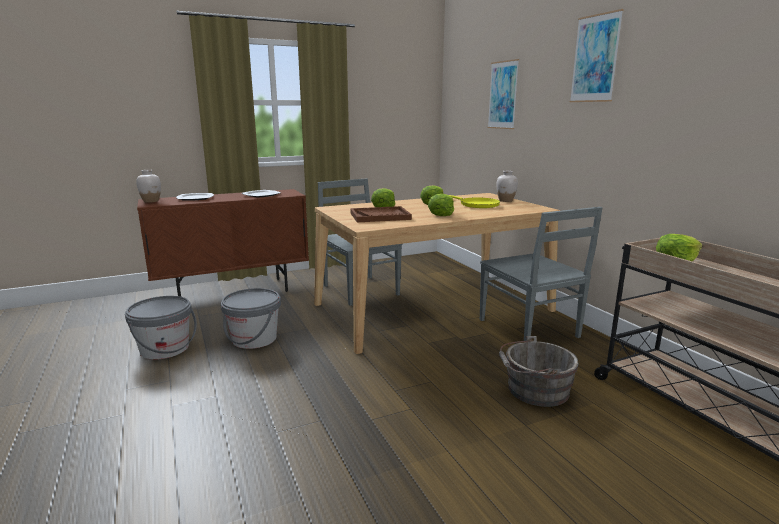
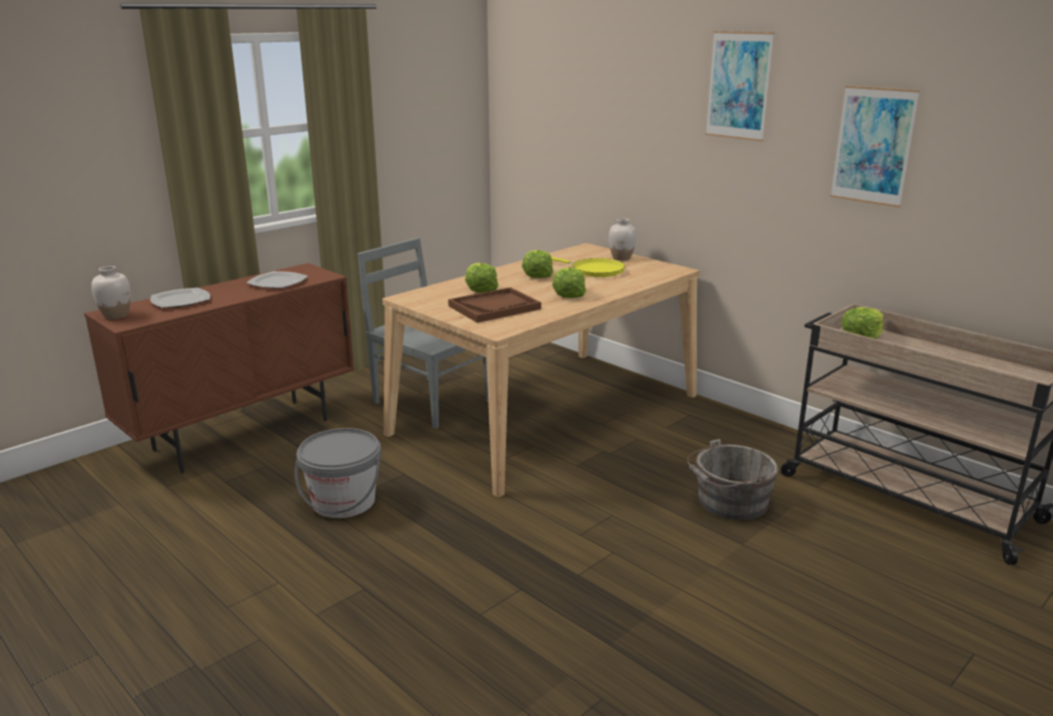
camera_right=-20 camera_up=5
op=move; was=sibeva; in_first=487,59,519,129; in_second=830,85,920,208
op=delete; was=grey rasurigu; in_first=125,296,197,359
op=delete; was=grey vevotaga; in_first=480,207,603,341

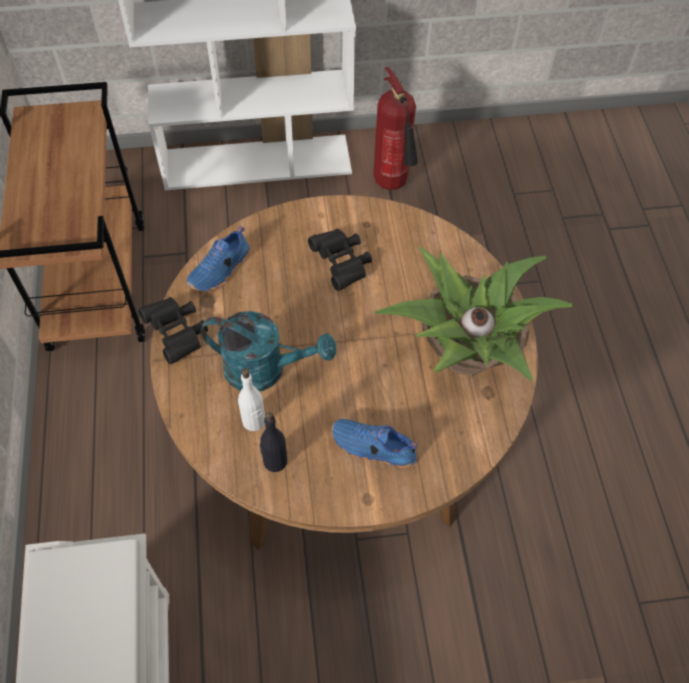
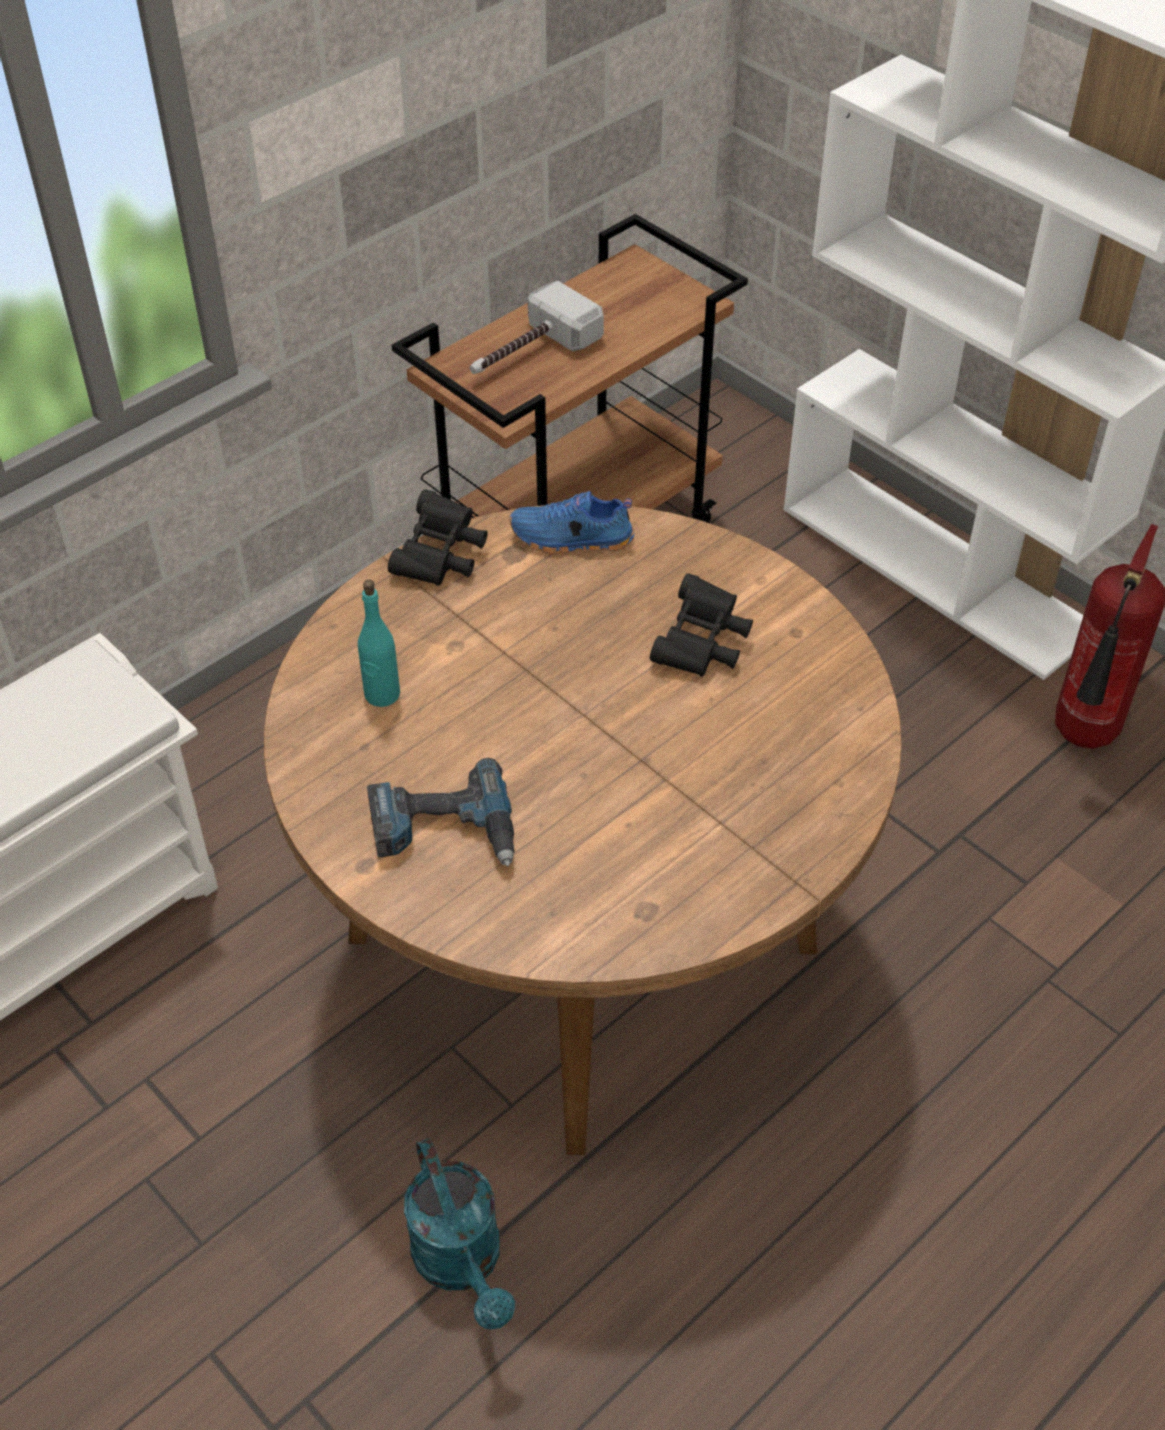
camera_right=55 camera_up=-10
op=recolor; was=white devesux; now=turquoise devesux; in_first=238,368,265,431; in_second=358,579,400,707
op=replace; was=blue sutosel; now=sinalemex; in_first=332,419,418,468; in_second=367,758,514,867
op=move; was=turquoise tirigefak; in_first=201,311,336,392; in_second=404,1138,515,1329
op=insert; now=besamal; in_second=470,281,604,374
op=delete; was=black devesux; in_first=260,412,287,472
op=delete; was=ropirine; in_first=375,247,573,381

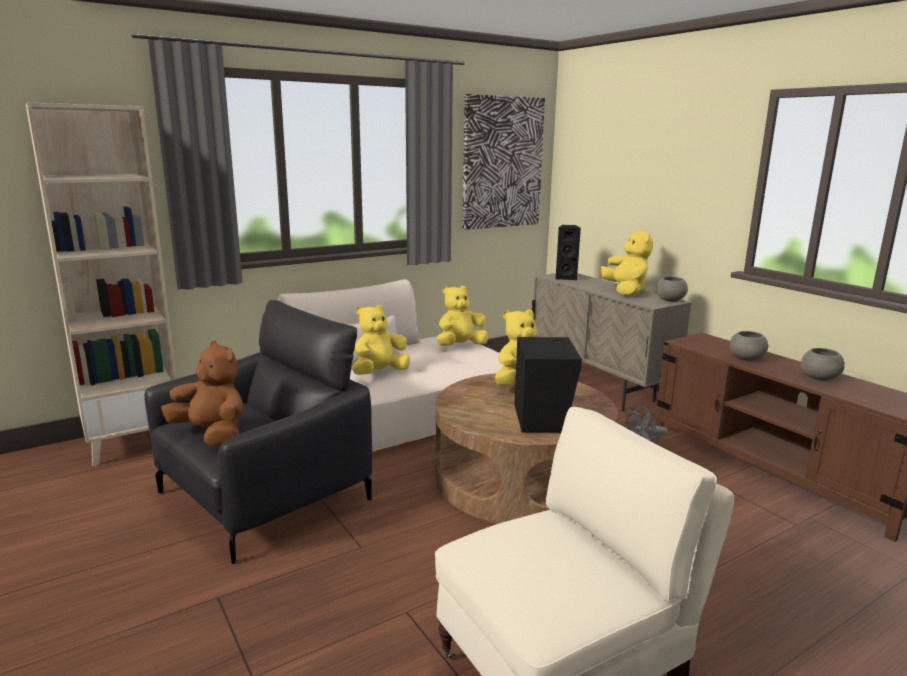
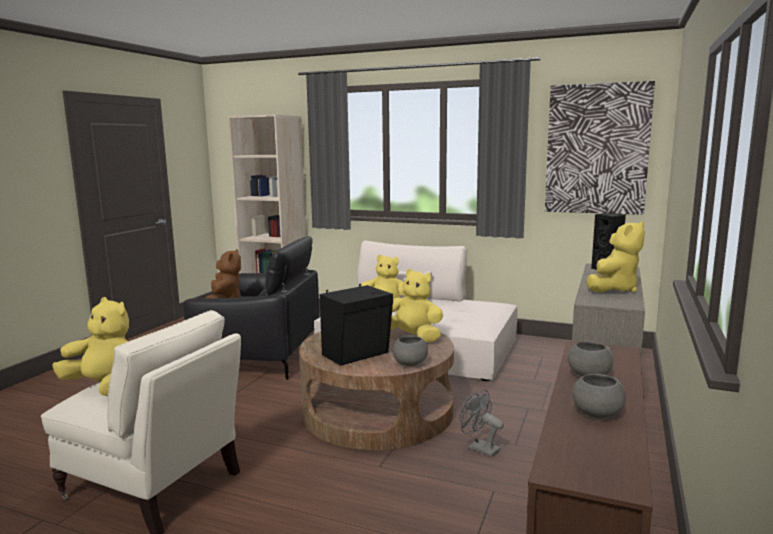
camera_right=55 camera_up=-5
op=move; was=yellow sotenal; in_first=437,286,488,346; in_second=52,297,129,396
op=move; was=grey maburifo; in_first=655,277,688,302; in_second=393,336,428,366

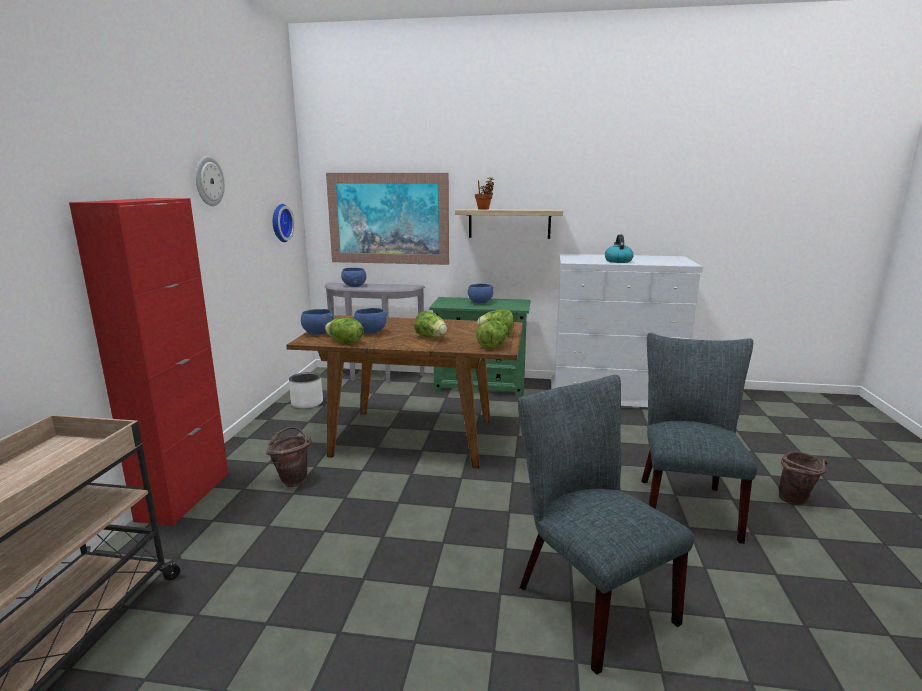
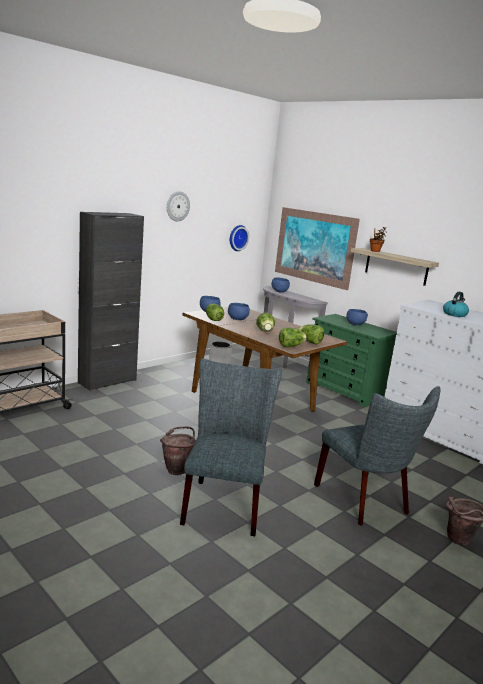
camera_right=35 camera_up=0
op=recolor; was=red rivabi; now=black rivabi; in_first=69,198,229,526; in_second=78,212,144,391
op=move; was=brown rasurigu; in_first=266,427,312,487; in_second=160,426,196,475
op=rotate; was=grey vevotaga; in_first=642,333,758,544; in_second=314,386,440,526; clockwise=105

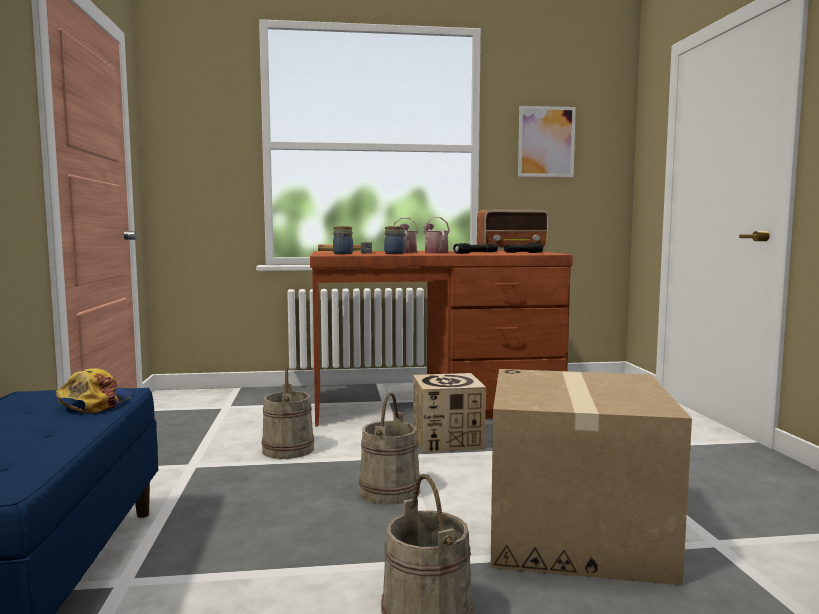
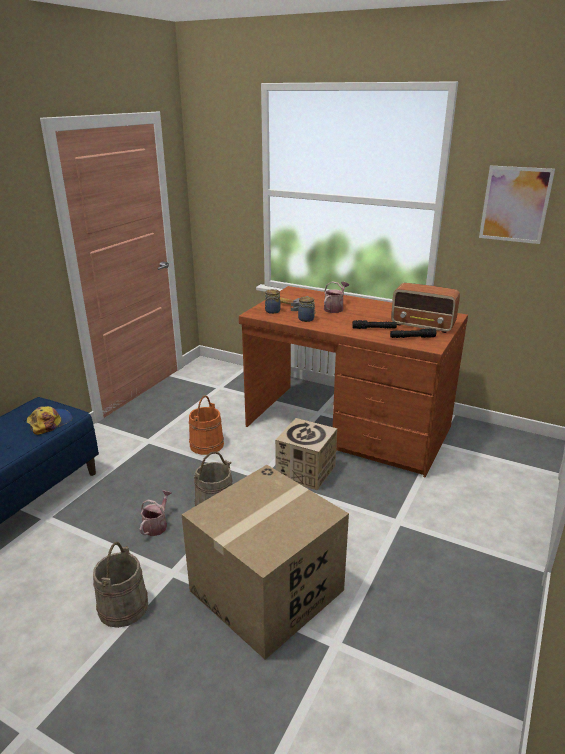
camera_right=35 camera_up=20
op=move; was=tirigefak; in_first=424,217,450,254; in_second=139,490,172,536
op=recolor; was=beige rasurigu; now=orange rasurigu; in_first=261,366,314,459; in_second=189,395,224,455

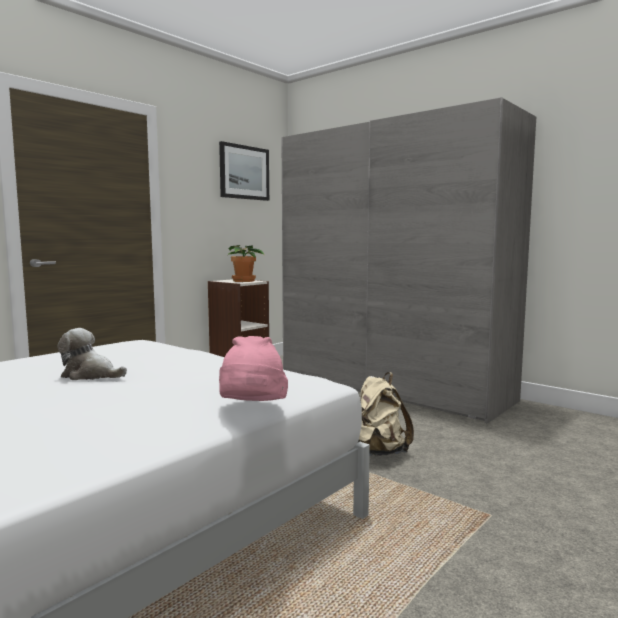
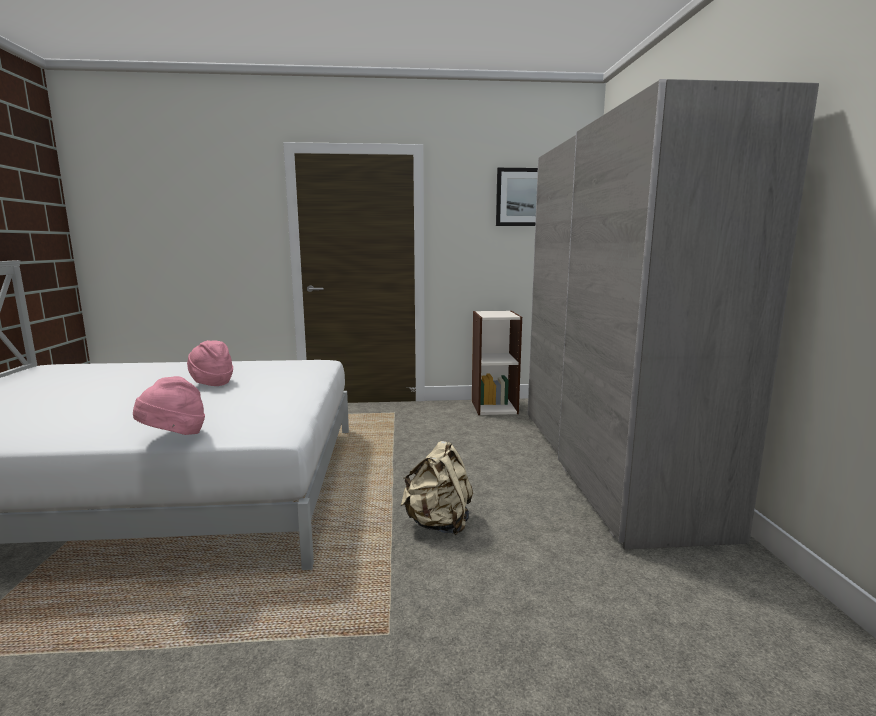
camera_right=45 camera_up=5
op=replace; was=sotenal; now=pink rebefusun; in_first=57,328,127,380; in_second=187,340,233,386
op=delete; was=ropirine; in_first=228,245,265,282

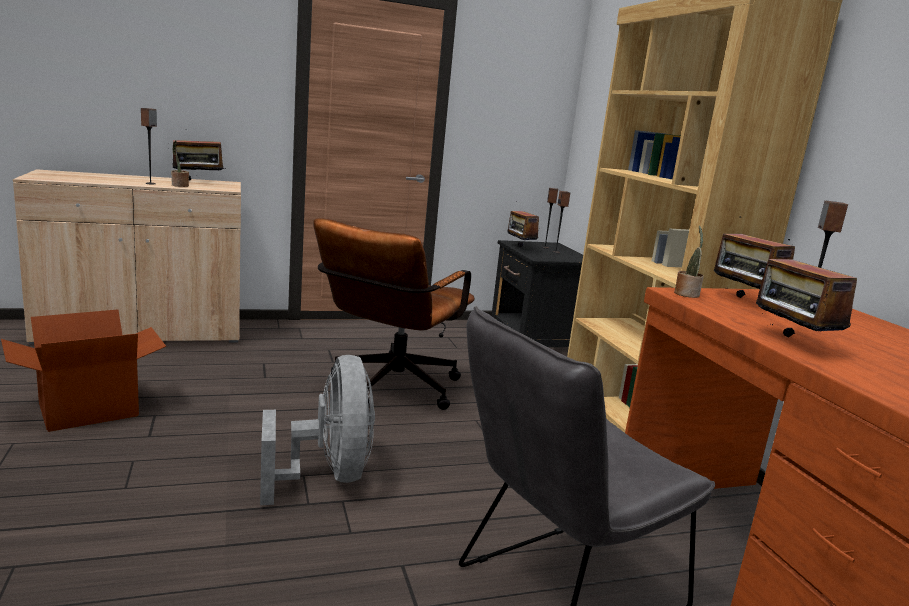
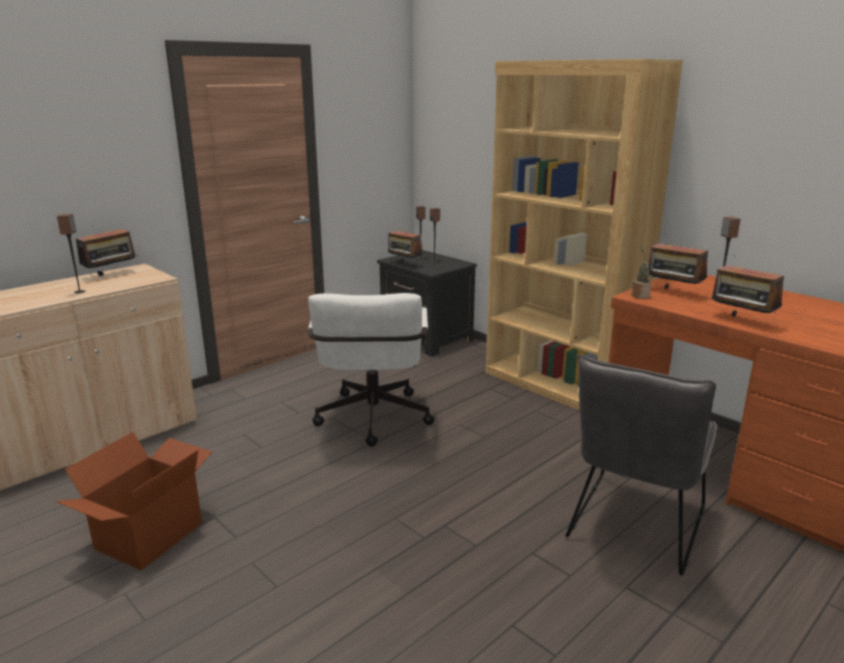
camera_right=-25 camera_up=5
op=recolor; was=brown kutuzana; now=white kutuzana; in_first=313,218,475,410; in_second=308,293,435,447
op=delete; was=ropirine; in_first=171,140,189,187
op=delete; was=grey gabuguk; in_first=260,355,375,505

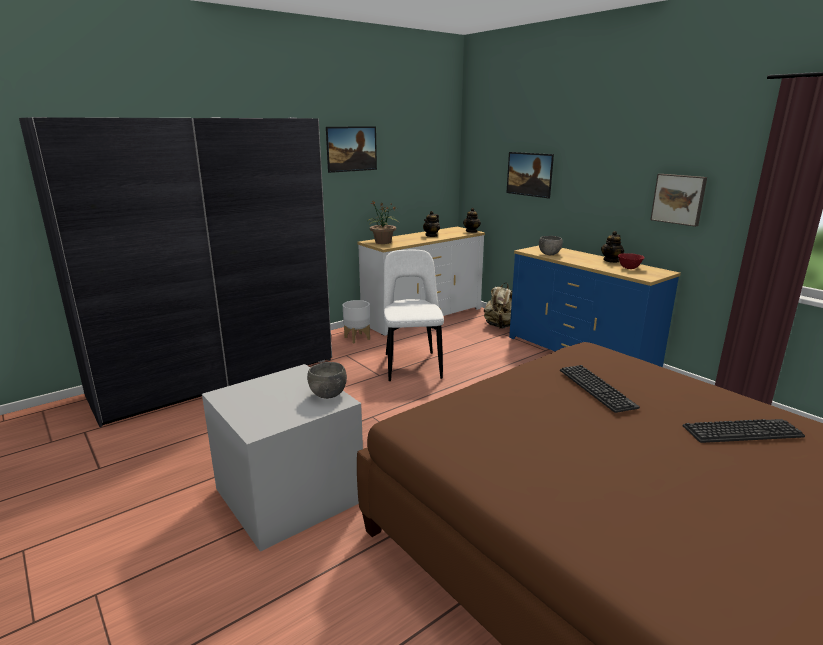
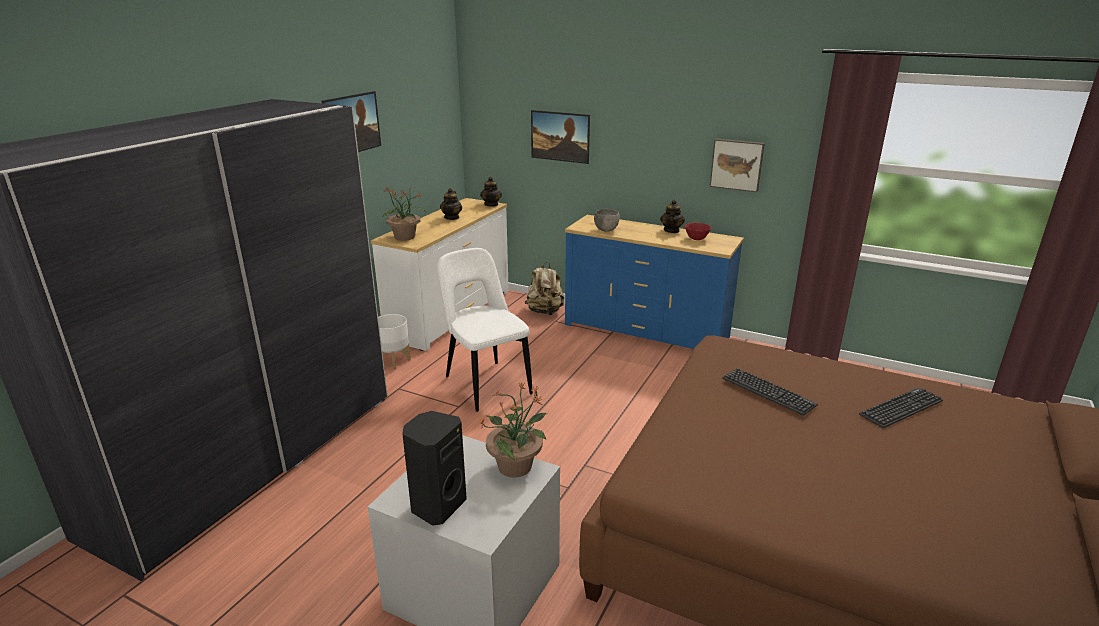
camera_right=-25 camera_up=5
op=insert; now=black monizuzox; in_second=402,411,467,526
op=replace; was=grey maburifo; now=ropirine; in_first=307,362,347,399; in_second=477,382,547,477

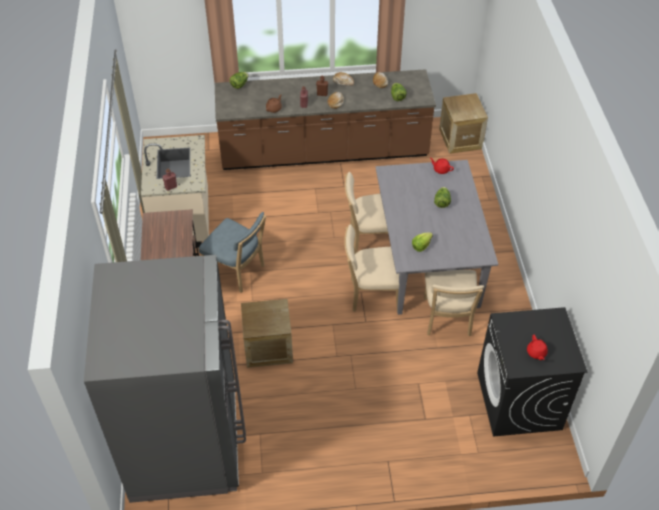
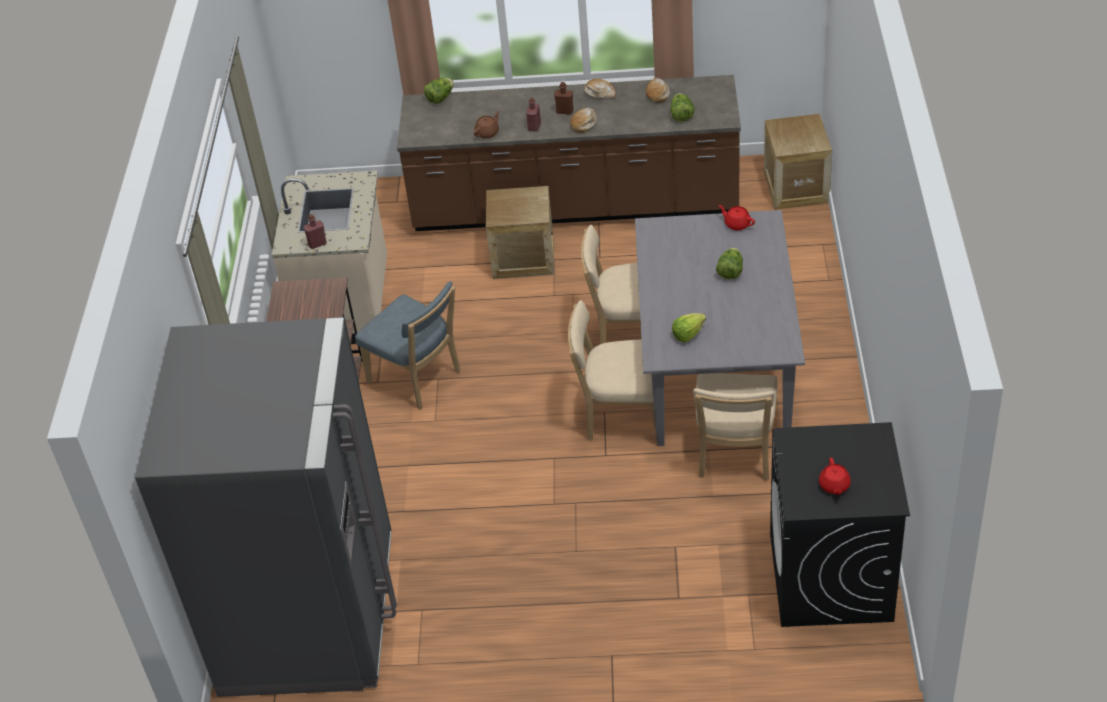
camera_right=10 camera_up=-5
op=move; was=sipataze; in_first=241,299,293,368; in_second=486,186,555,279

